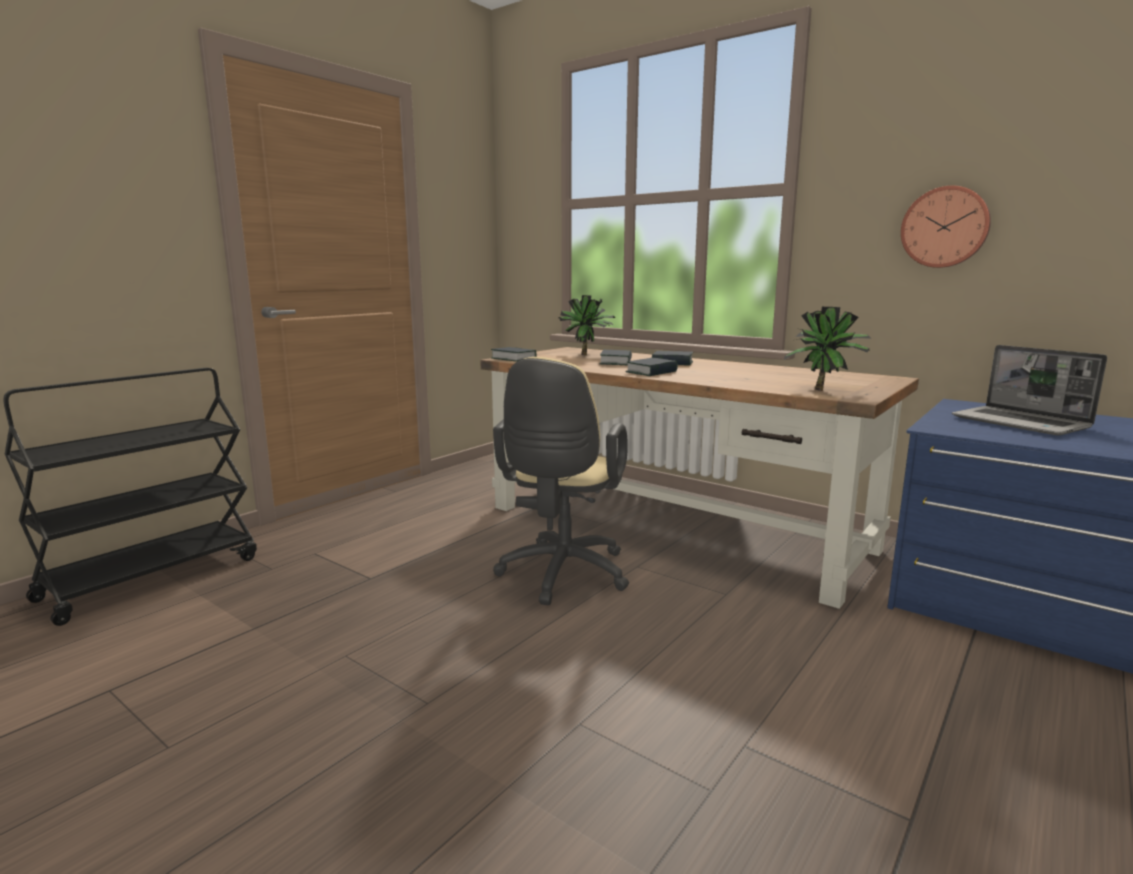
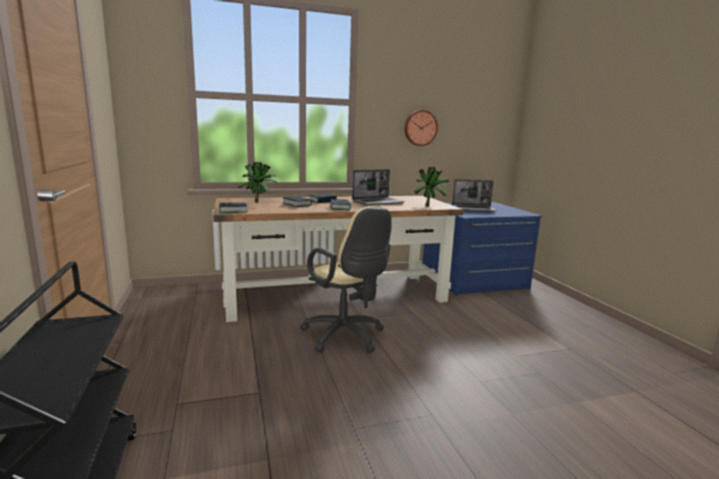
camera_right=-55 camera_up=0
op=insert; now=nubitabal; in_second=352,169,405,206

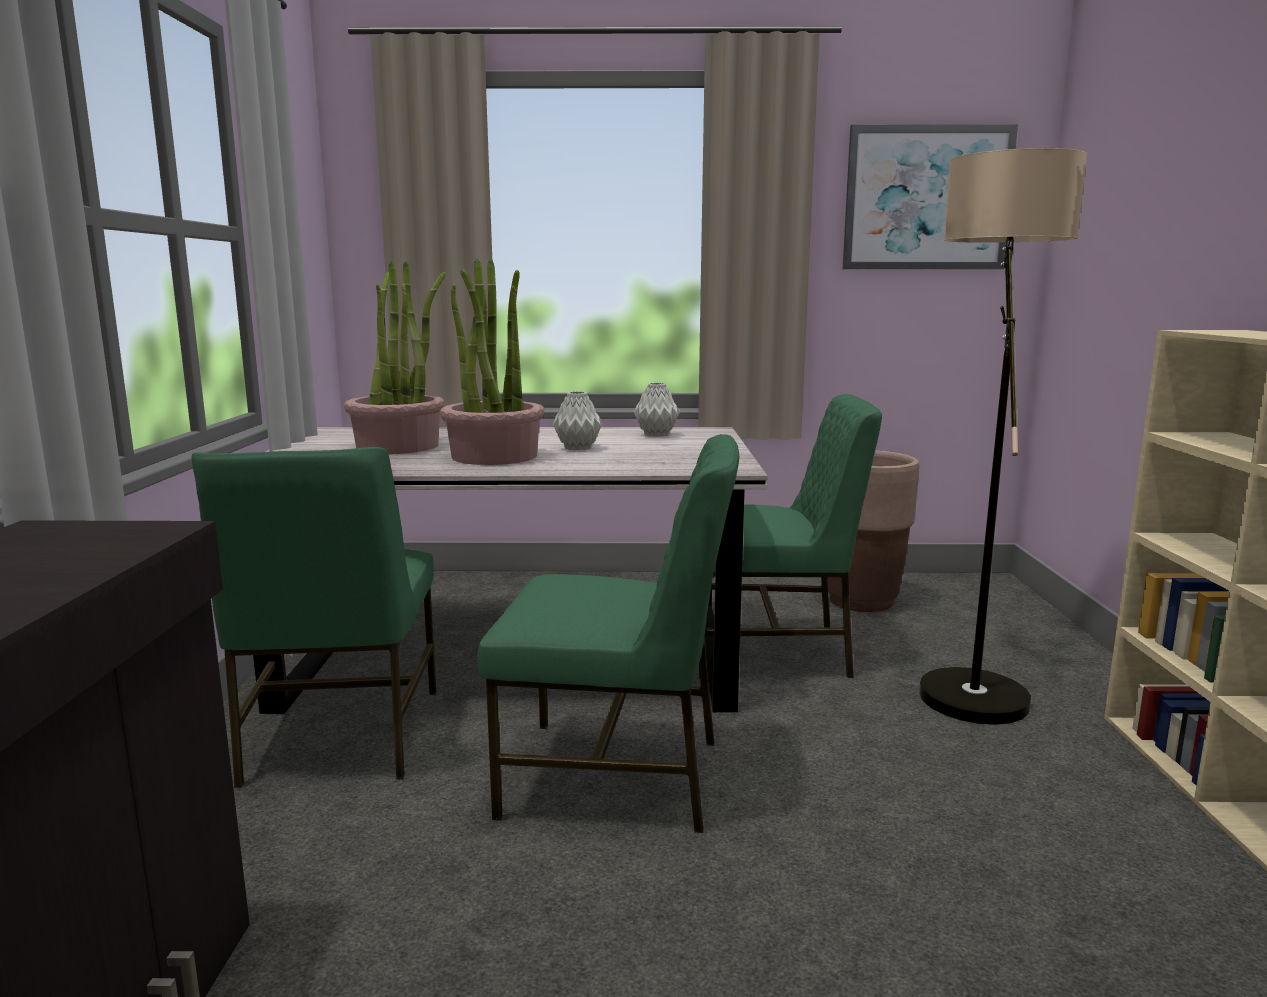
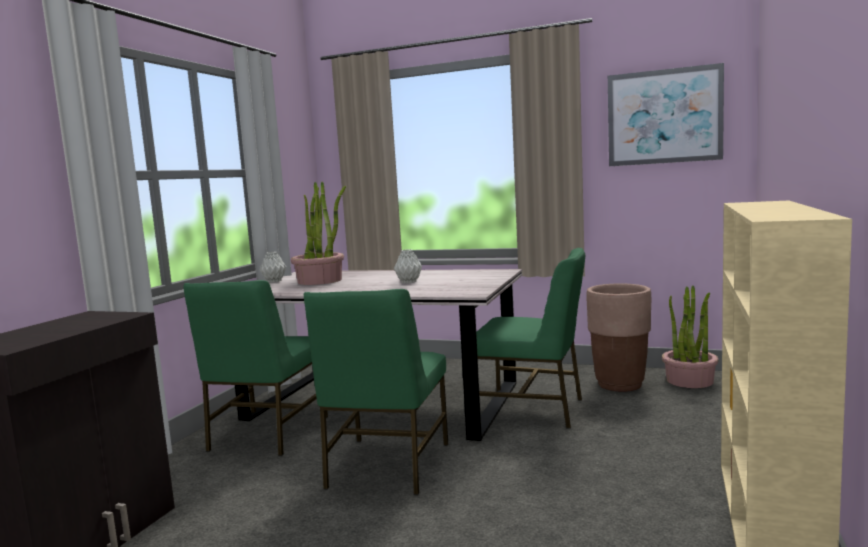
camera_right=20 camera_up=-5
op=move; was=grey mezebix; in_first=634,383,680,437; in_second=259,252,286,283
op=rotate; was=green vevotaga; in_first=477,434,739,833; in_second=304,289,448,495; clockwise=75
op=move; was=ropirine; in_first=440,259,544,465; in_second=662,286,718,388
op=delete; was=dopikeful; in_first=919,148,1087,725

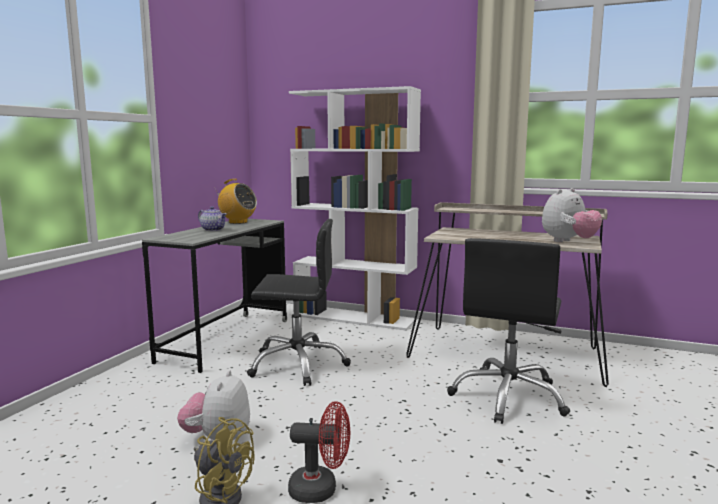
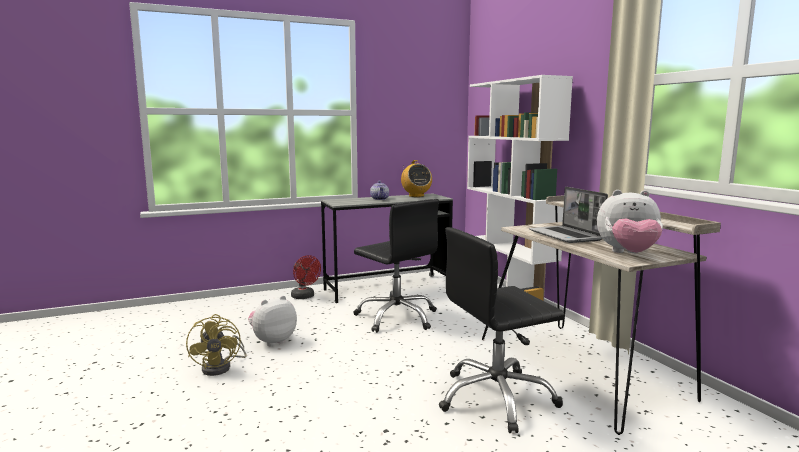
camera_right=45 camera_up=0
op=move; was=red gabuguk; in_first=288,401,350,503; in_second=291,255,321,299
op=insert; now=nubitabal; in_second=529,187,608,243

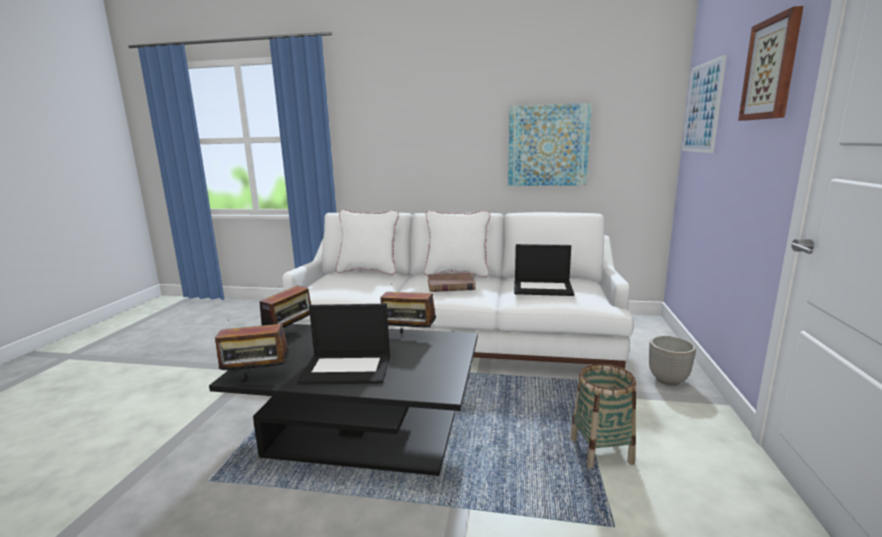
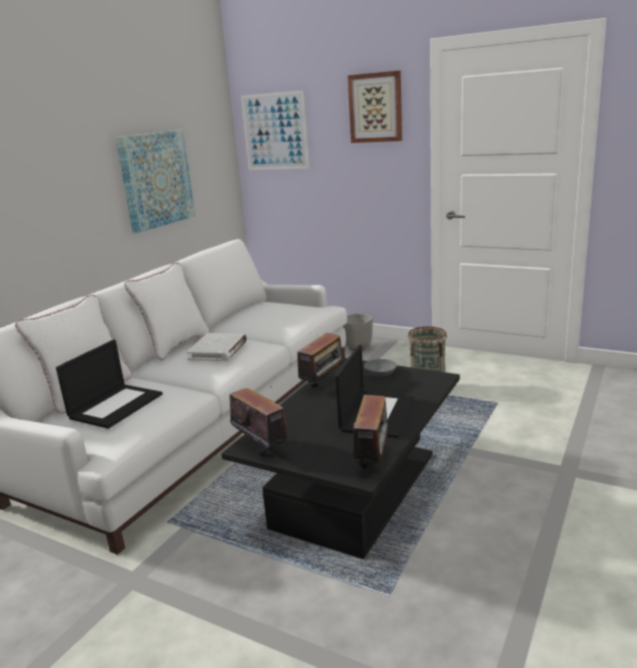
camera_right=-70 camera_up=5
op=move; was=nubitabal; in_first=514,244,574,296; in_second=56,340,163,429
op=recolor; was=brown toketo; now=white toketo; in_first=428,272,476,292; in_second=187,333,247,361
op=insert; now=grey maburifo; in_second=364,359,397,376

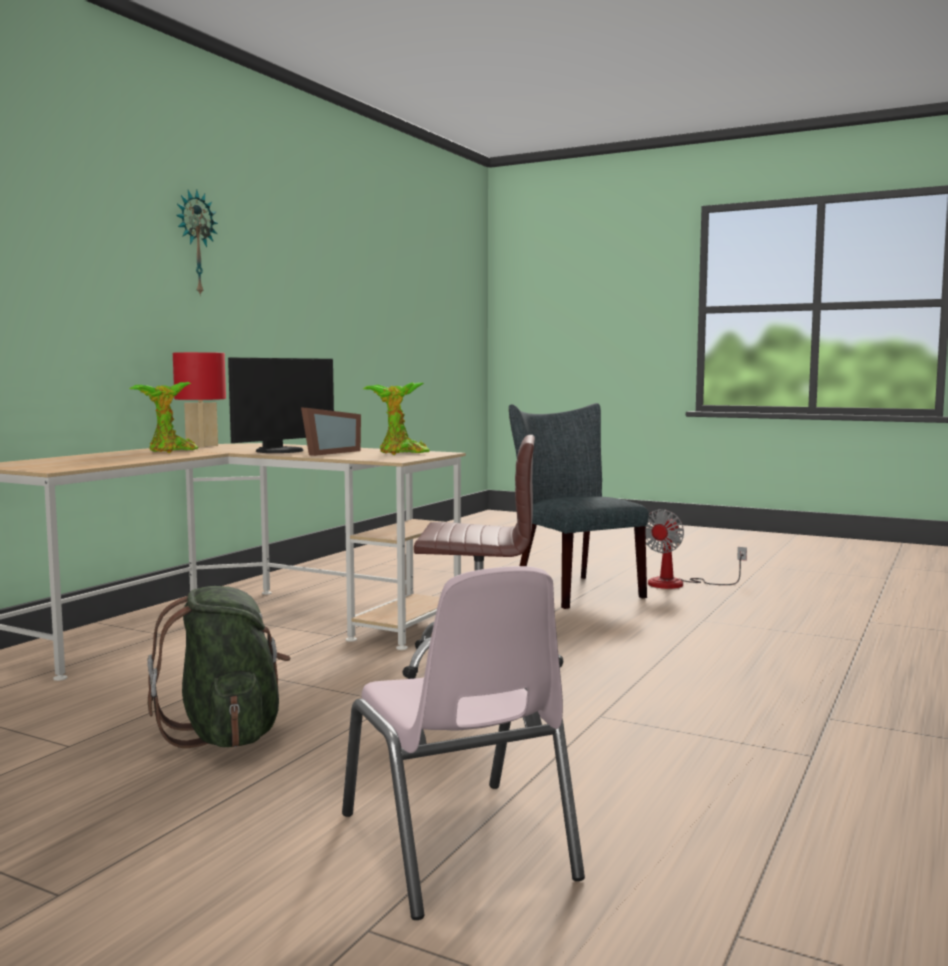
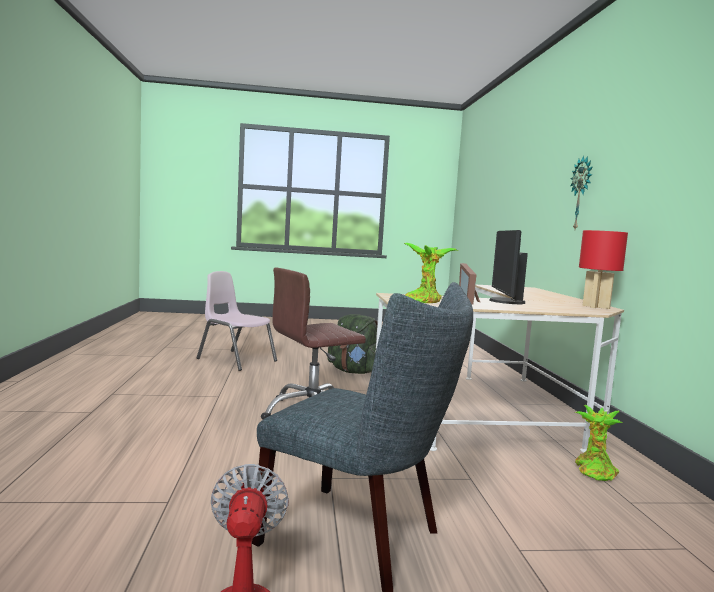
camera_right=145 camera_up=0
op=move; was=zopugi; in_first=176,189,218,297; in_second=571,155,593,229
op=move; was=ropirine; in_first=129,382,198,453; in_second=575,405,623,481

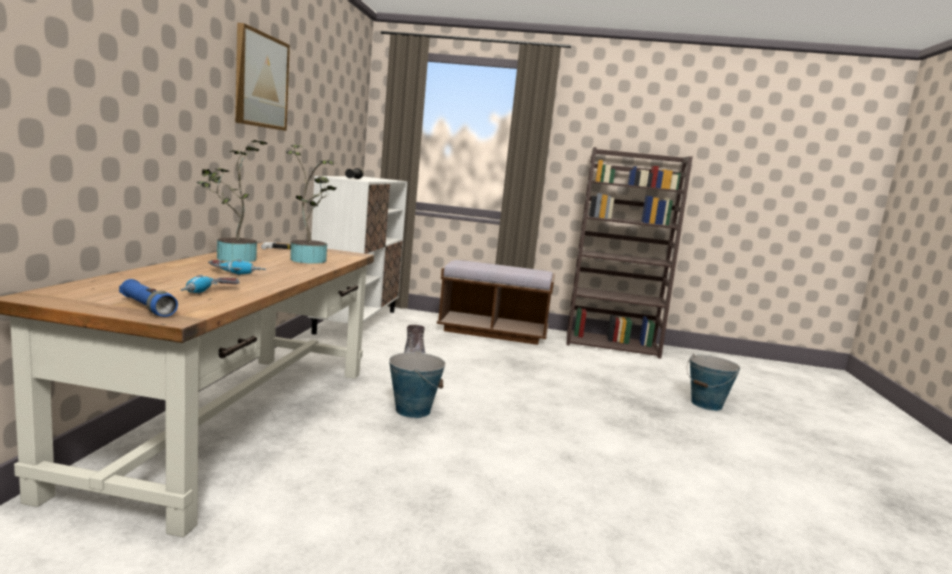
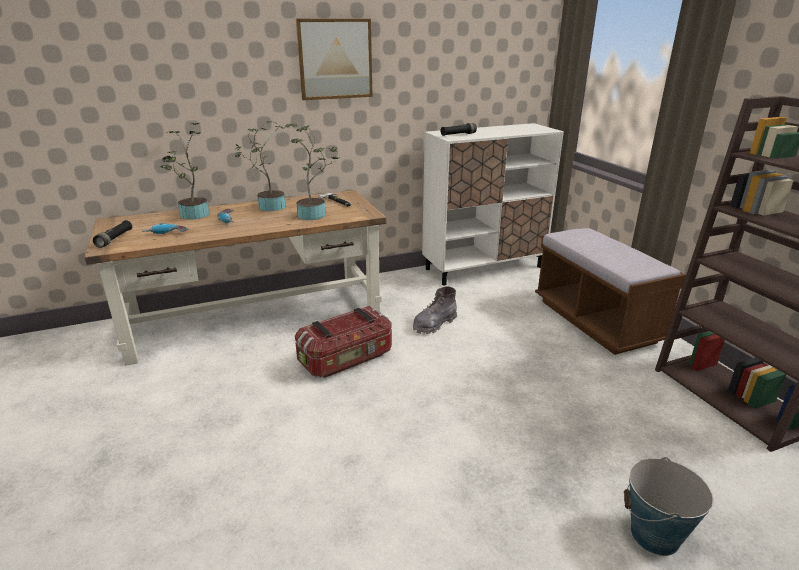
camera_right=60 camera_up=15
op=recolor; was=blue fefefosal; now=black fefefosal; in_first=119,279,178,317; in_second=93,220,132,248
op=insert; now=ropirine; in_second=160,123,209,220
op=replace; was=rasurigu; now=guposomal; in_first=389,350,446,418; in_second=295,306,392,378

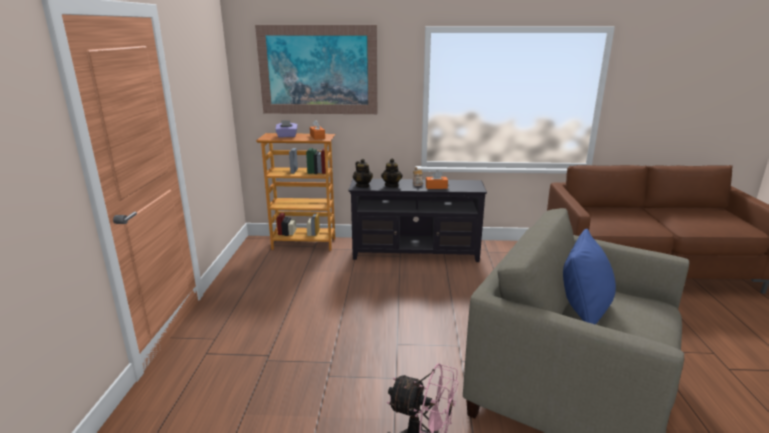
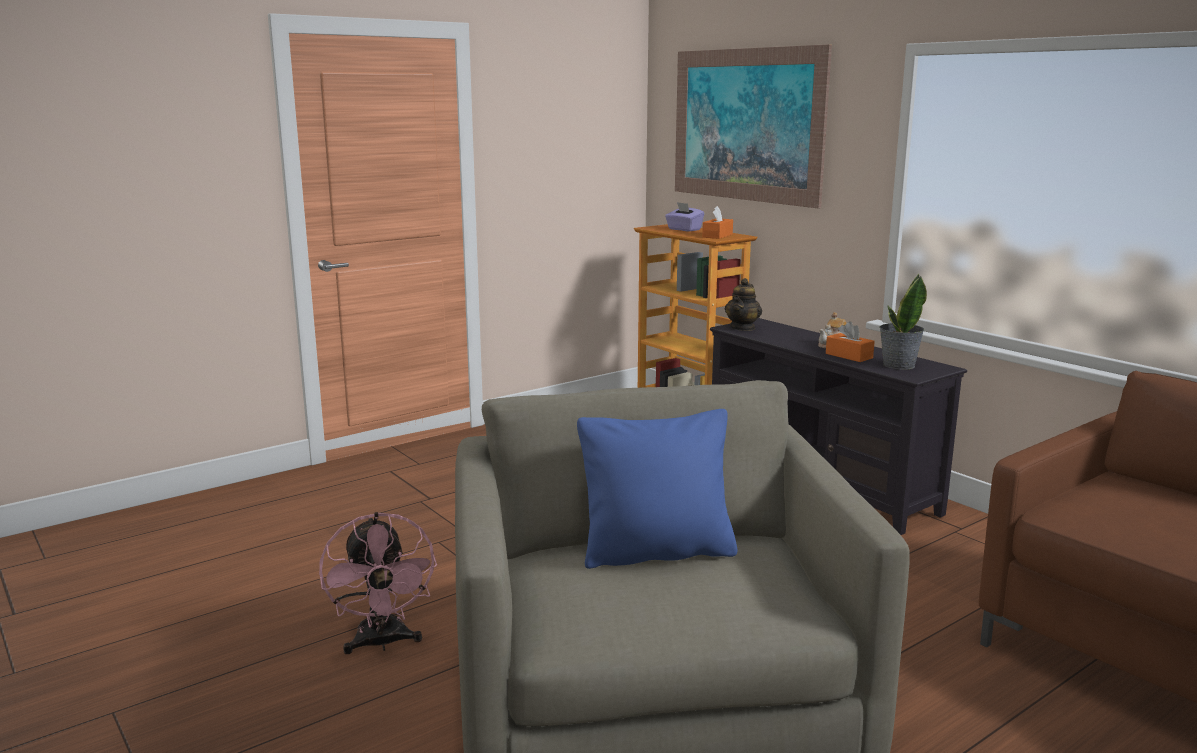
camera_right=50 camera_up=-5
op=insert; now=ropirine; in_second=880,274,927,370
op=delete; was=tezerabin; in_first=381,158,402,188

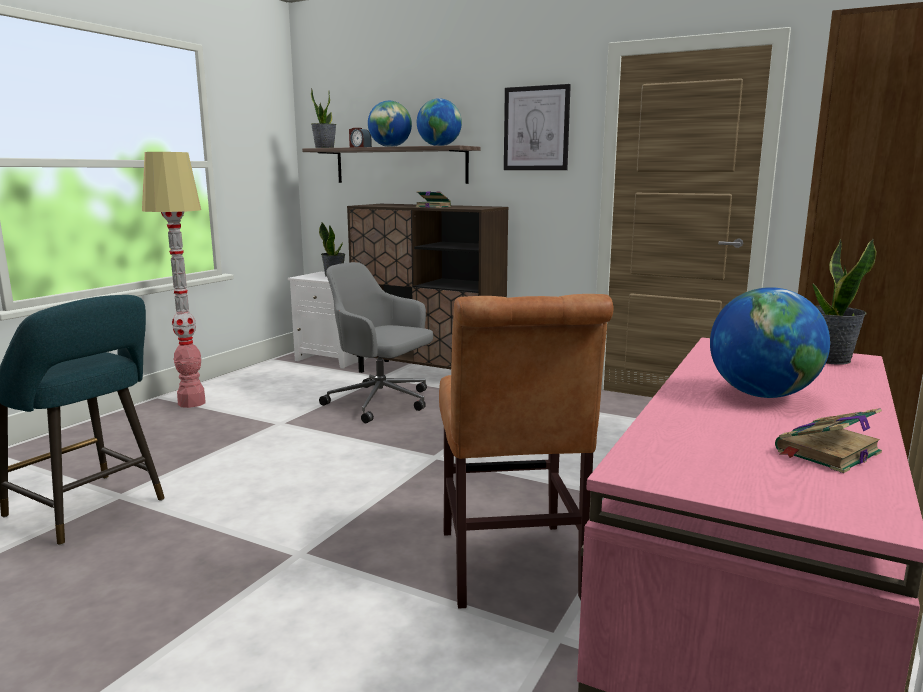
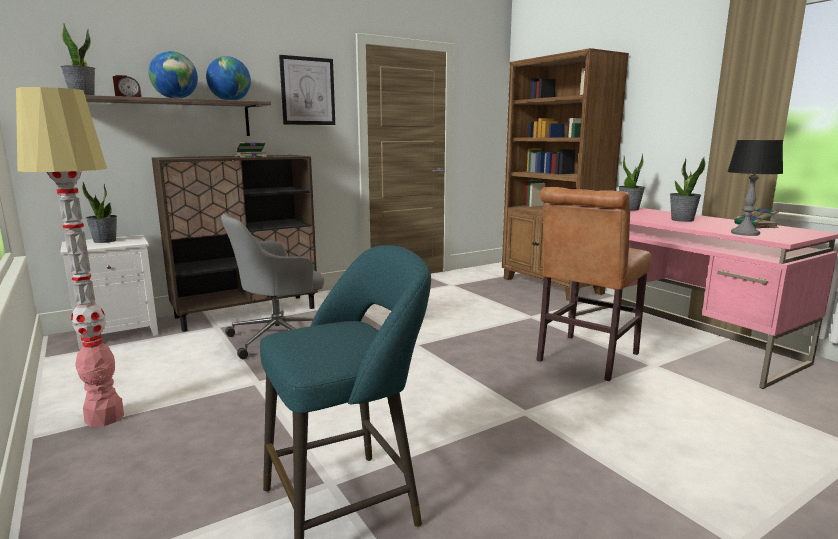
camera_right=-60 camera_up=0
op=rotate; was=brown vevotaga; in_first=439,294,614,609; in_second=536,187,651,381; clockwise=105
op=replace; was=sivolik; now=ropirine; in_first=710,287,830,398; in_second=670,157,706,222
op=insert; now=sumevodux; in_second=727,140,783,236

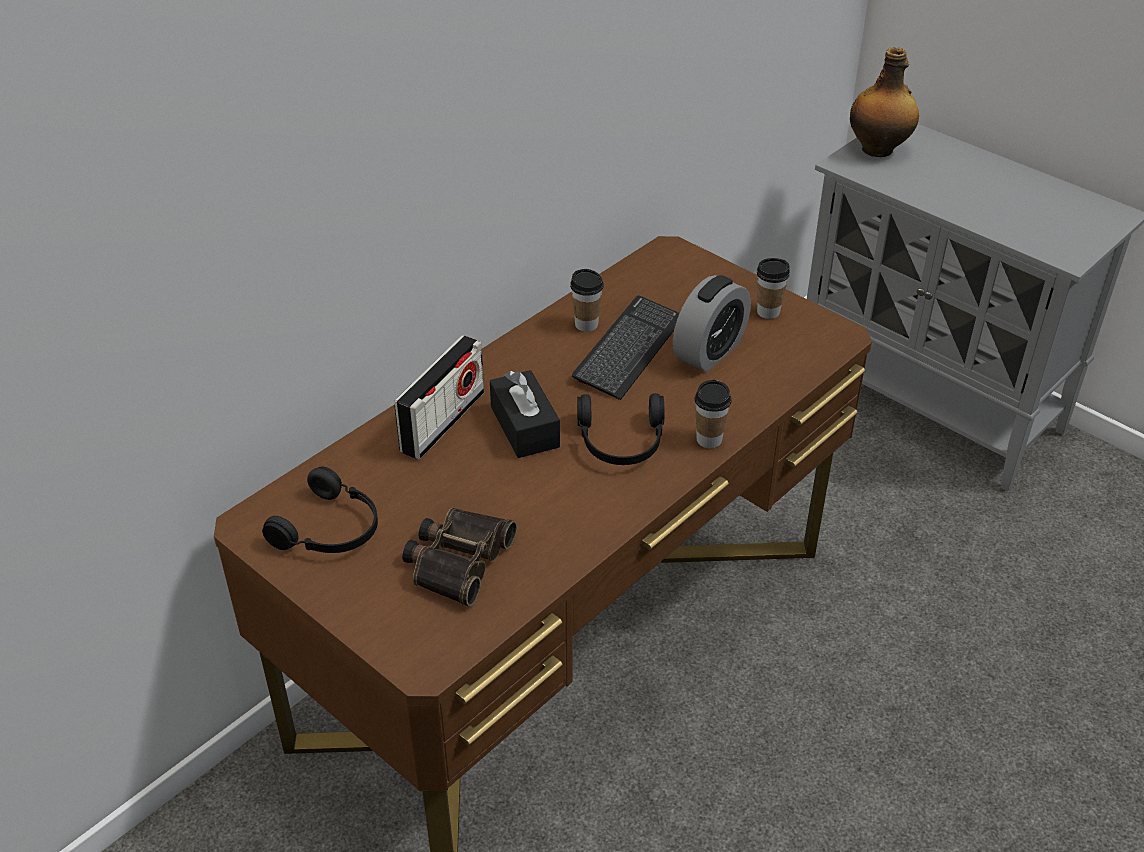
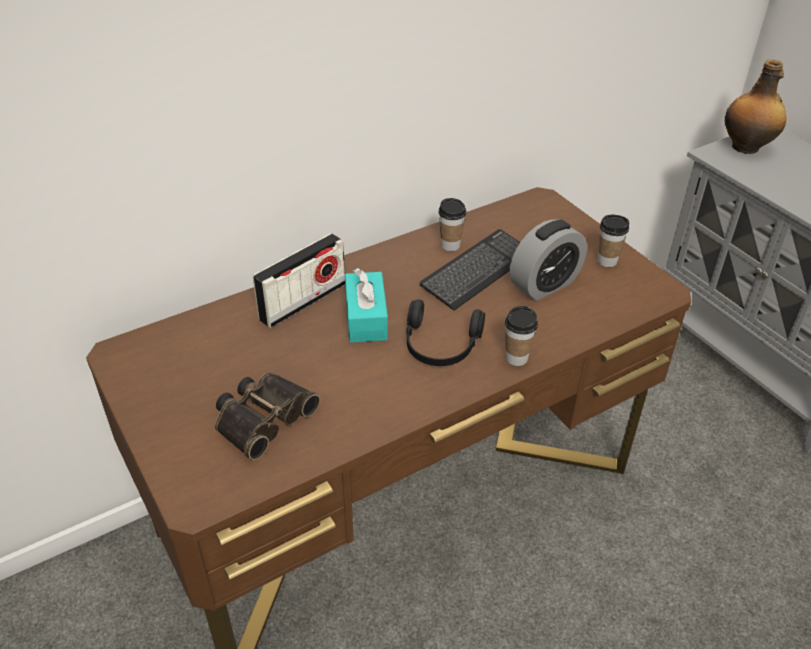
camera_right=15 camera_up=0
op=recolor; was=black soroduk; now=turquoise soroduk; in_first=490,370,560,458; in_second=345,268,388,342
op=delete; was=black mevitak; in_first=262,466,378,553

